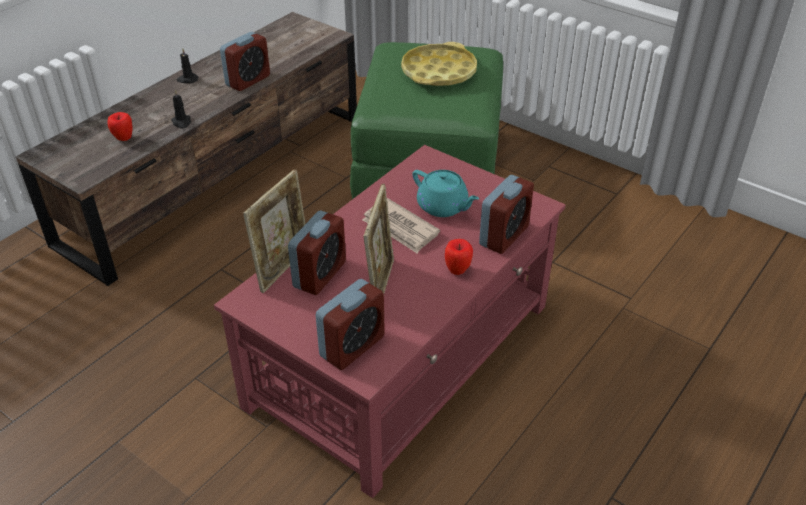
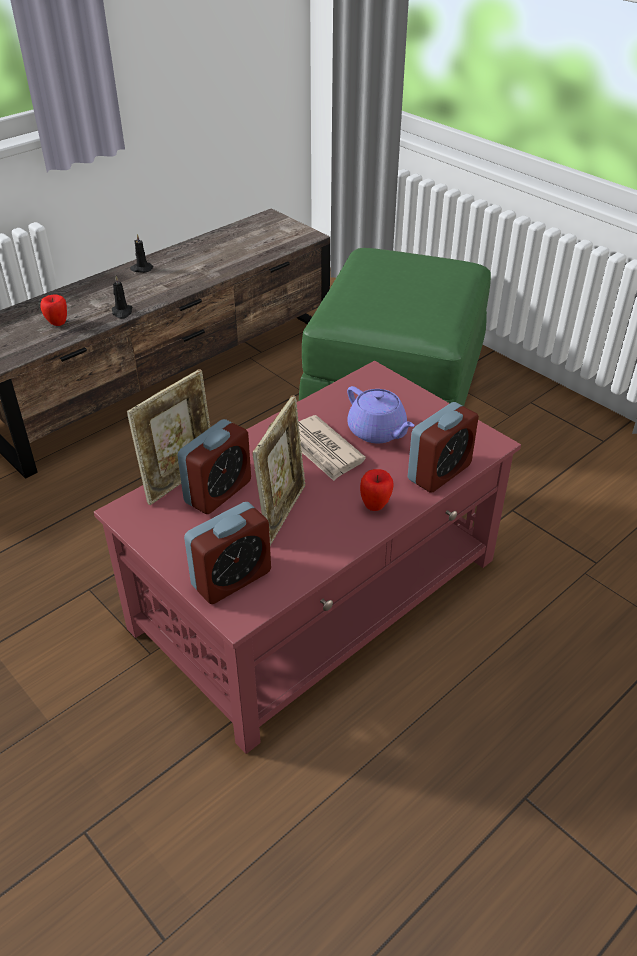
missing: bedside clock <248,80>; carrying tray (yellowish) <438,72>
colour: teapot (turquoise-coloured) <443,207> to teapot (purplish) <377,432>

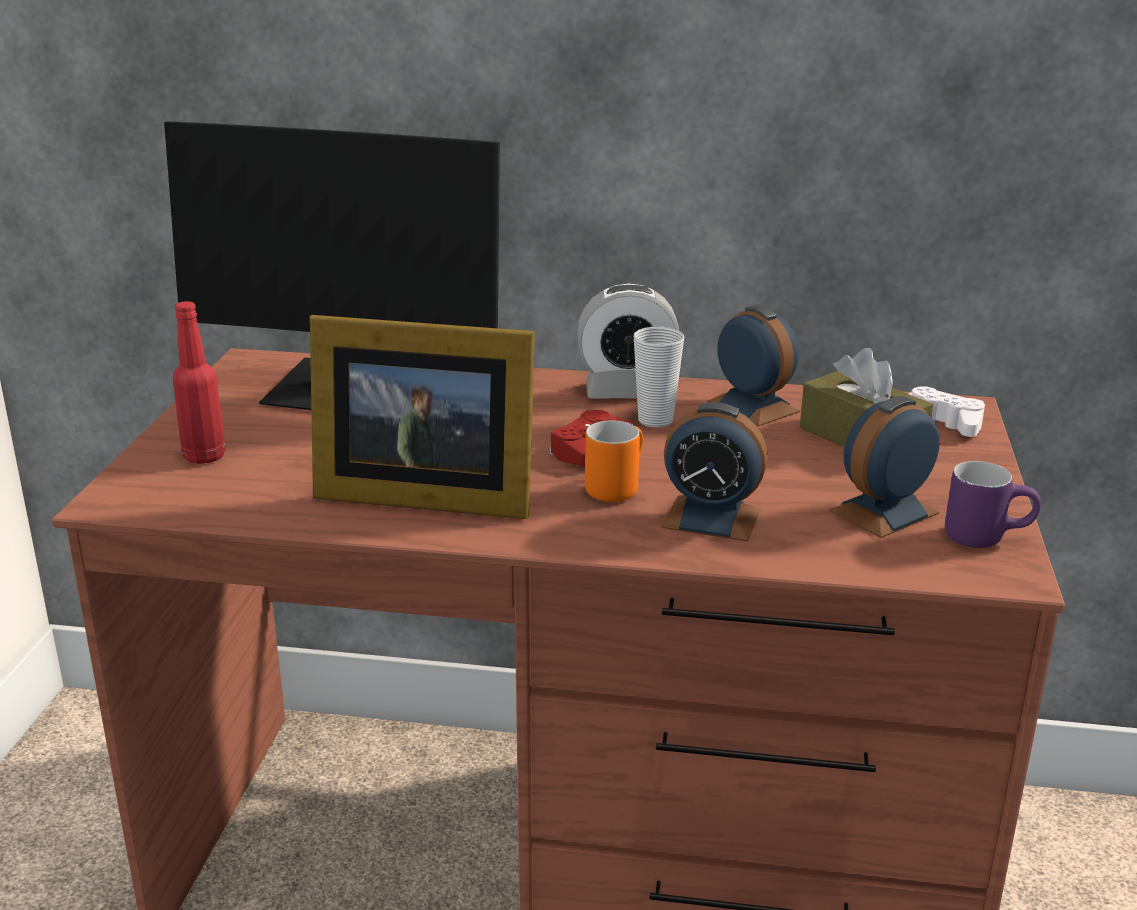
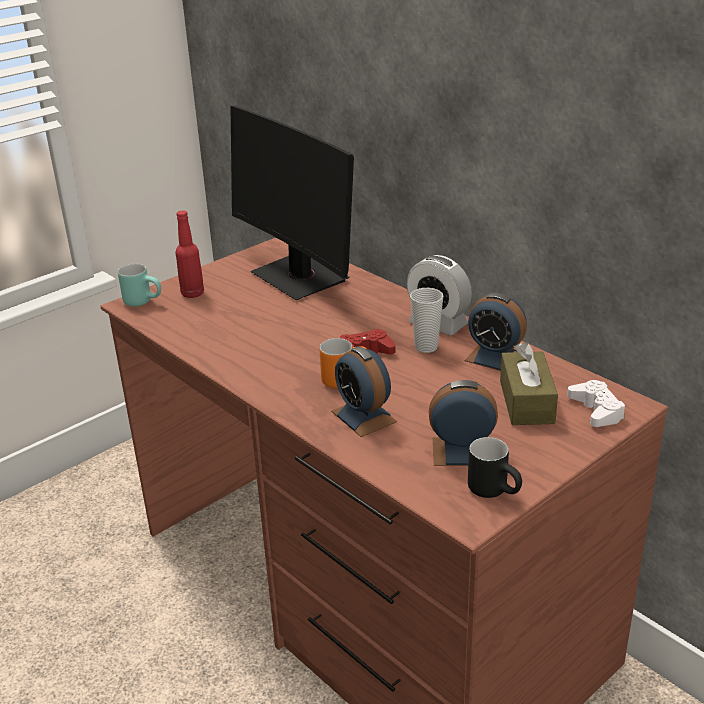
missing: photo frame <420,494>
appeared: tea mug (turquoise-coloured) <144,301>
colour: tea mug (purplish) <986,536> to tea mug (black-coloured) <496,491>
spun: bedside clock <753,406> = <495,358> 120 degrees clockwise

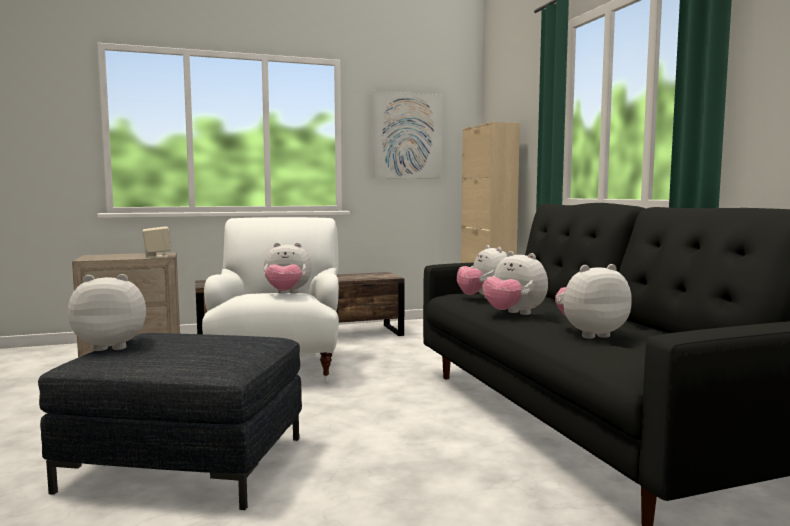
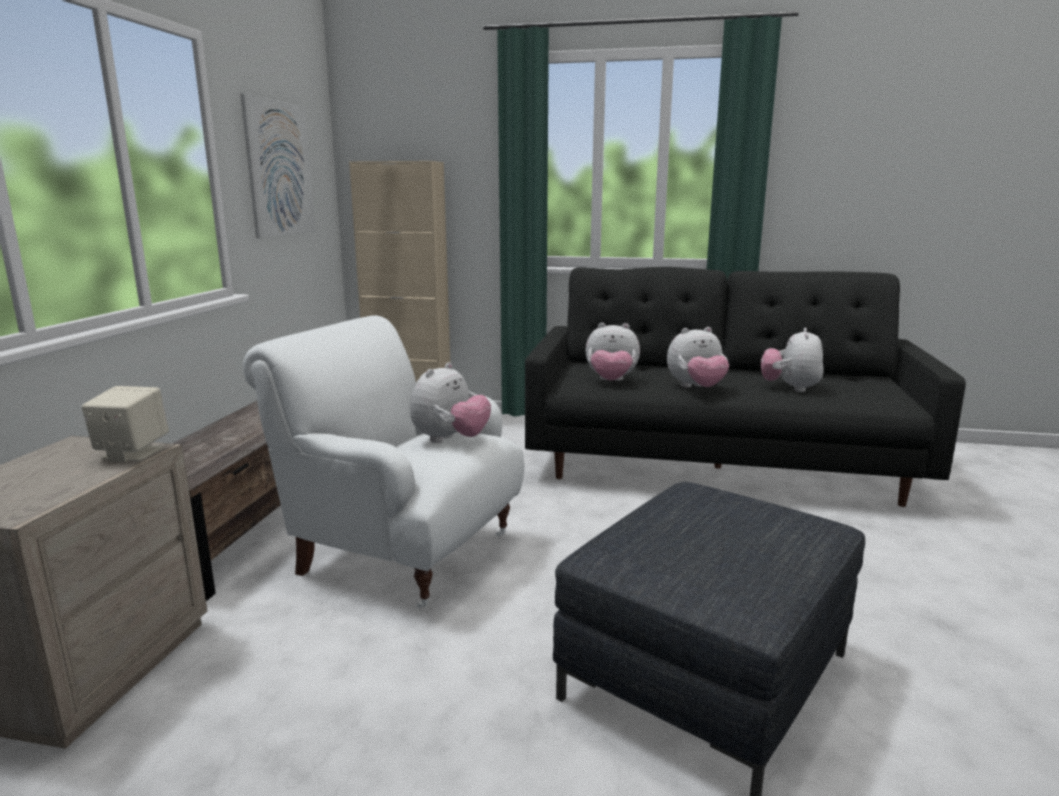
missing: cuddly toy <112,346>

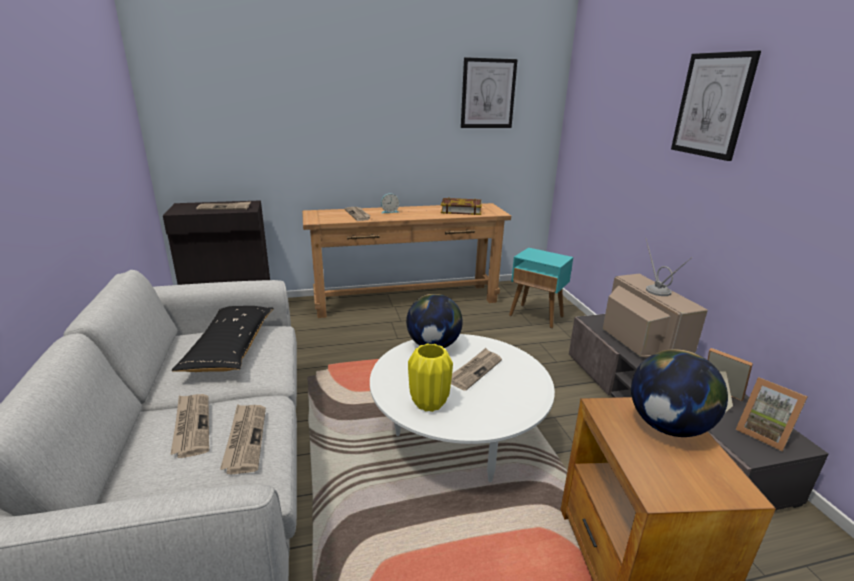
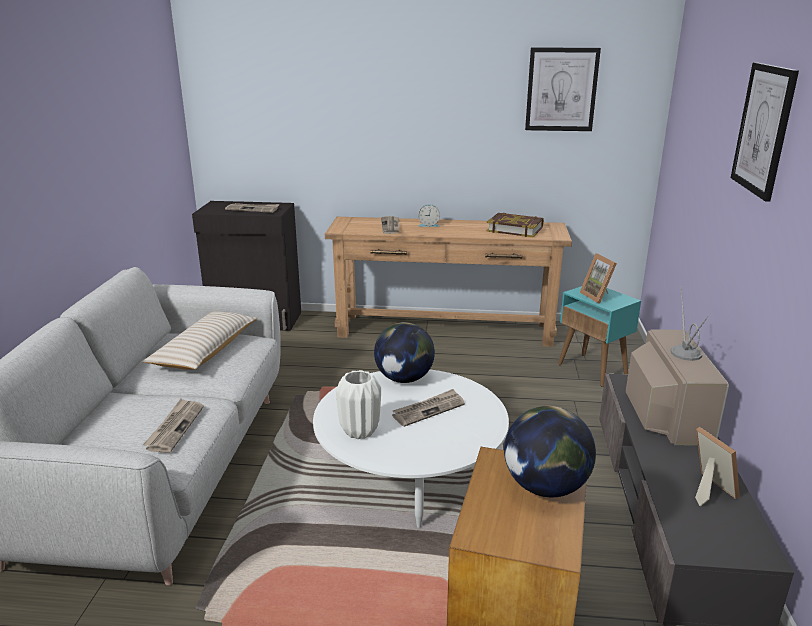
missing: daily paper <191,426>
relocated: photo frame <763,433> to <598,296>
colour: cushion (black-coloured) <230,348> to cushion (beige) <205,351>; decorative vase (yellowish) <428,403> to decorative vase (white-coloured) <359,431>

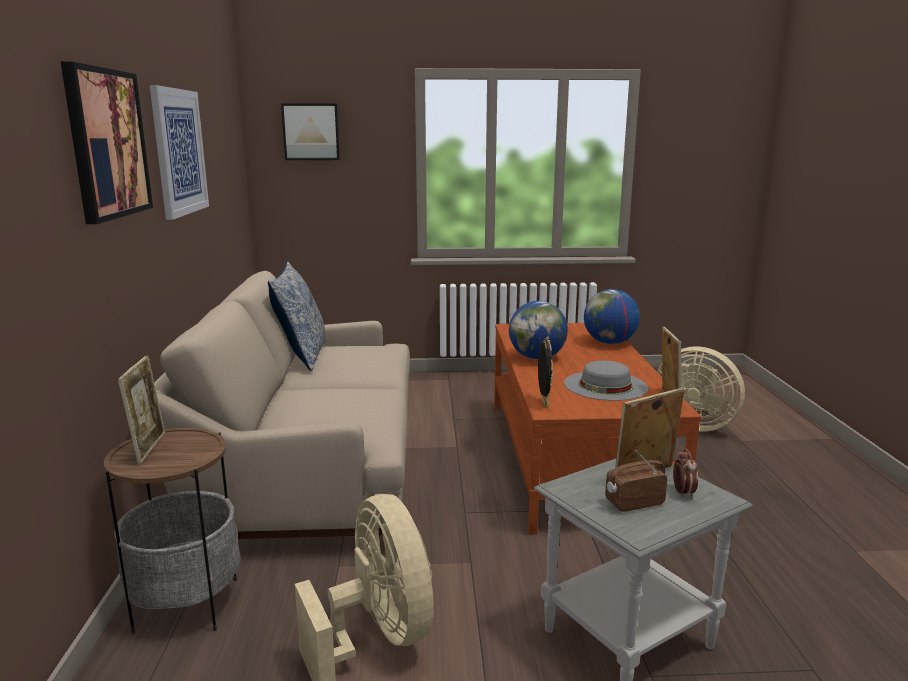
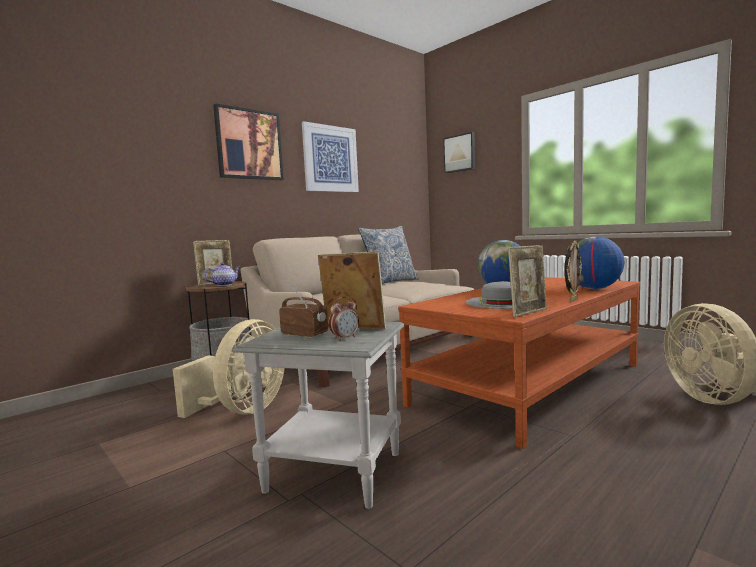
appeared: teapot <224,284>
relocated: photo frame <543,403> to <572,300>

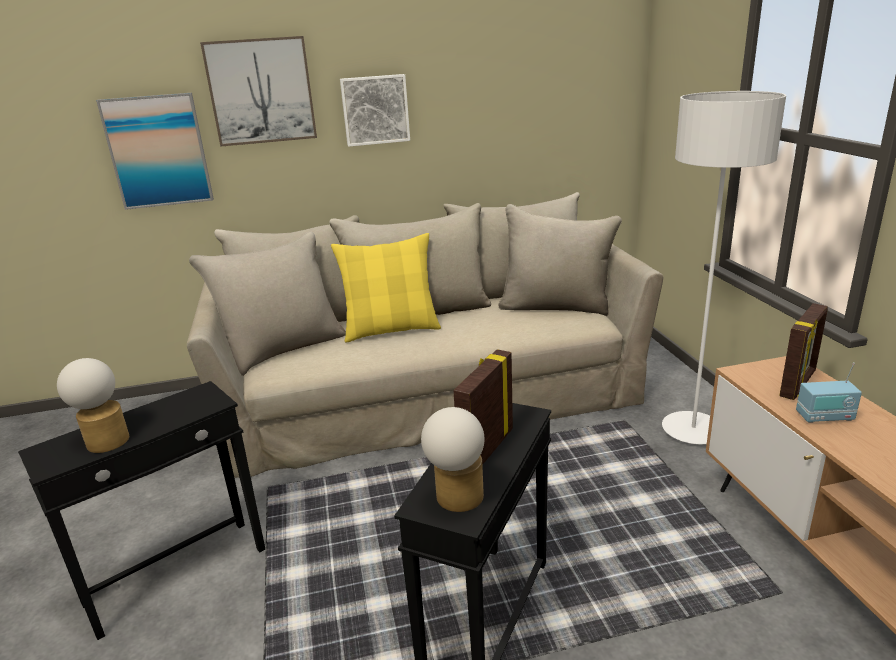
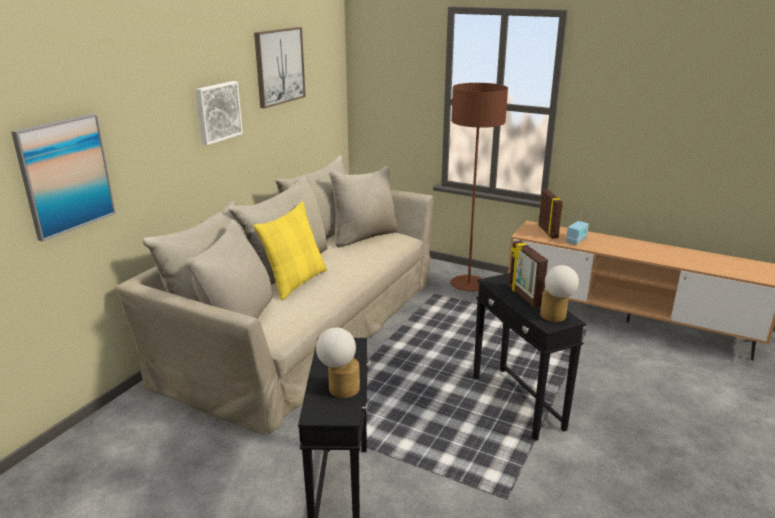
relocated: wall art <261,91> to <279,66>
colour: floor lamp (white-coloured) <693,430> to floor lamp (brown) <468,285>

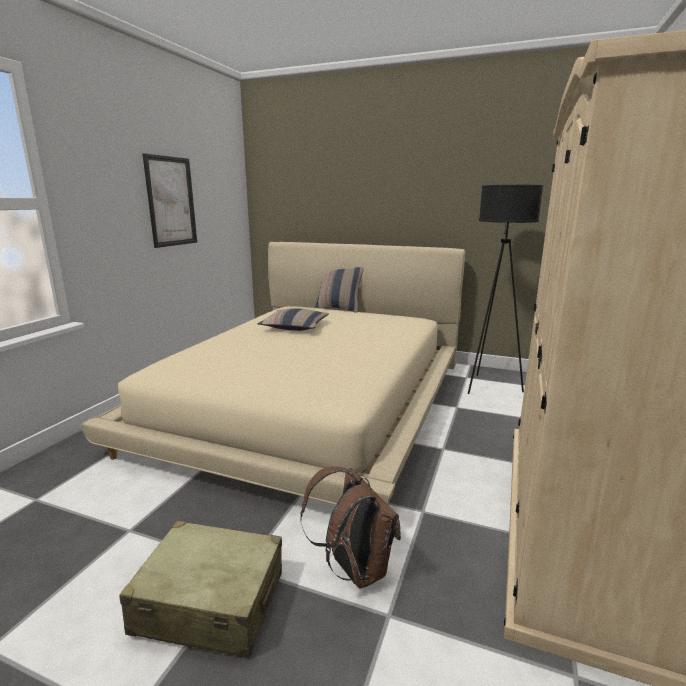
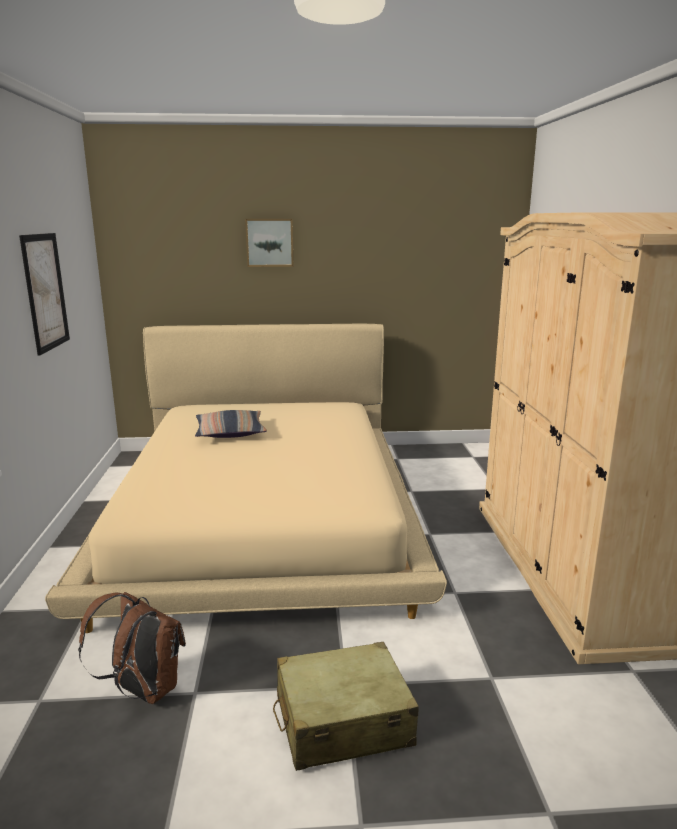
missing: cushion <339,308>; floor lamp (black-coloured) <490,387>
appeared: wall art <269,242>
relocated: rucksack (brown) <353,569> to <143,690>

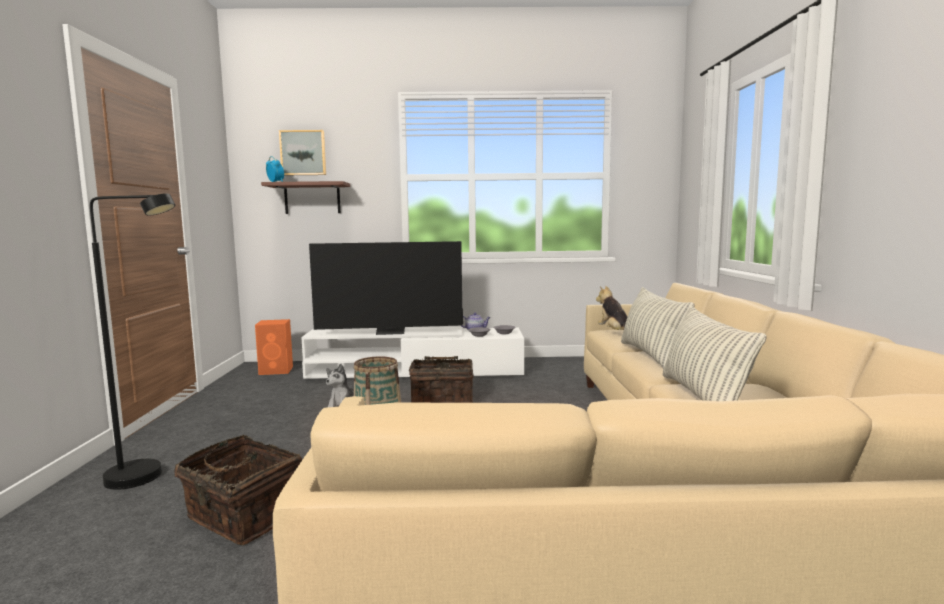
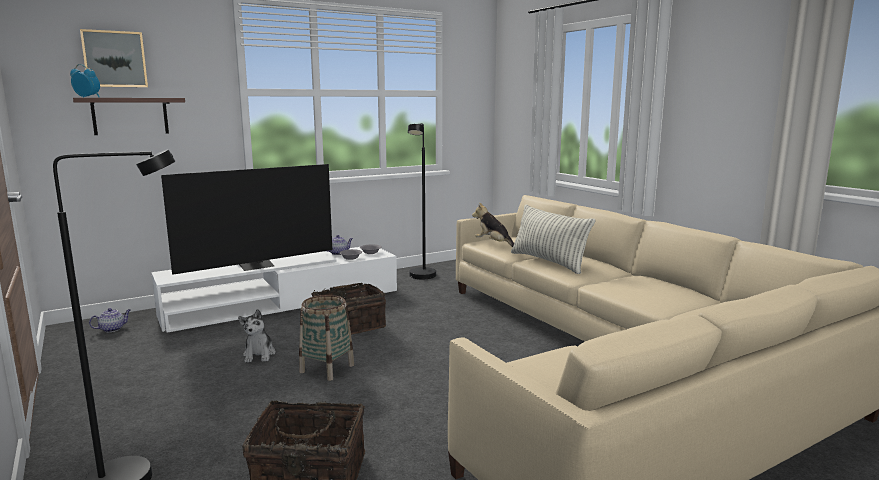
missing: cushion <702,398>
appeared: floor lamp (black-coloured) <421,277>
exchanged: loudspeaker (orange) <277,370> to teapot <112,329>

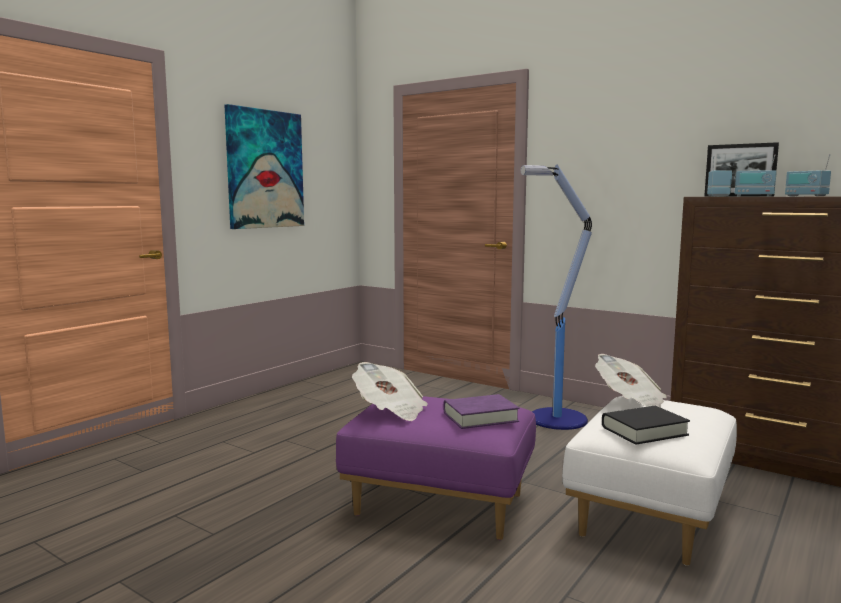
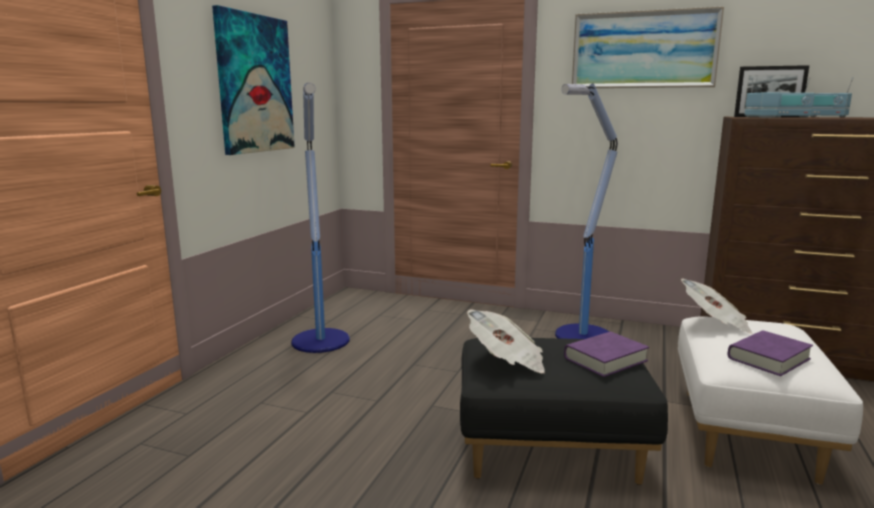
appeared: floor lamp <321,342>; wall art <643,50>
colour: ottoman (purplish) <441,504> to ottoman (black-coloured) <551,450>; volume (black-coloured) <644,431> to volume (purplish) <768,358>

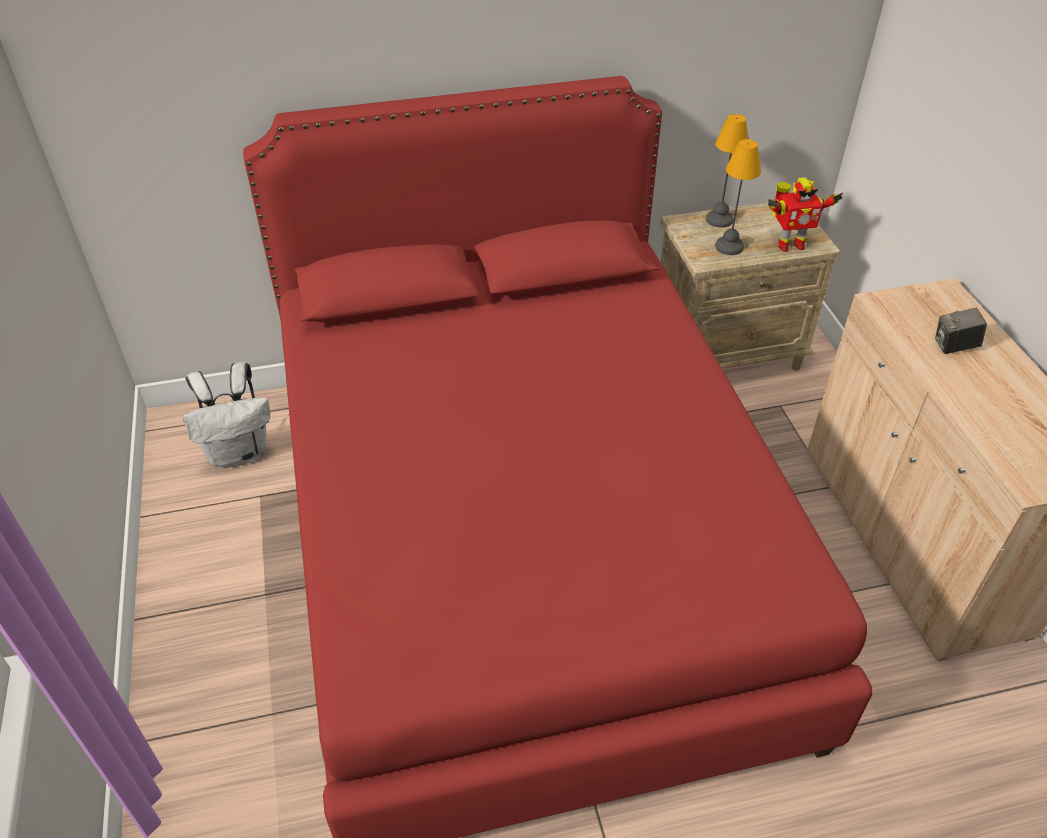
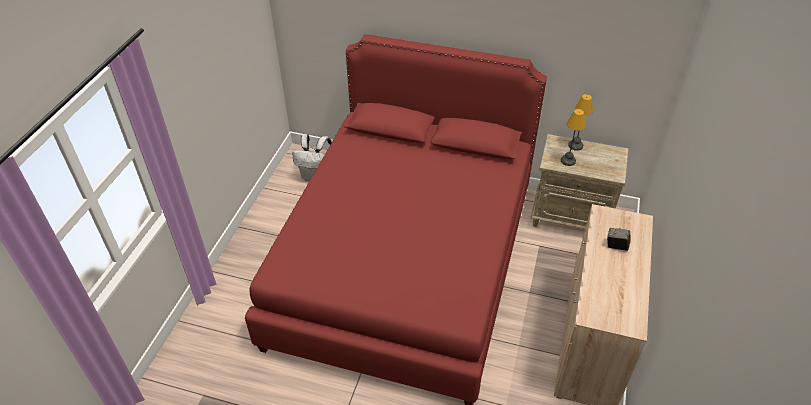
missing: model robot <789,245>

